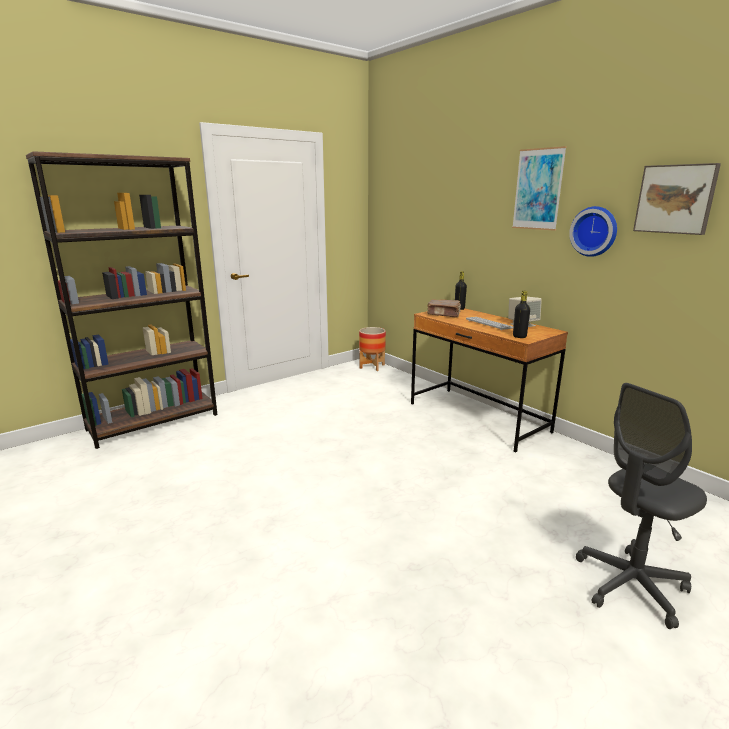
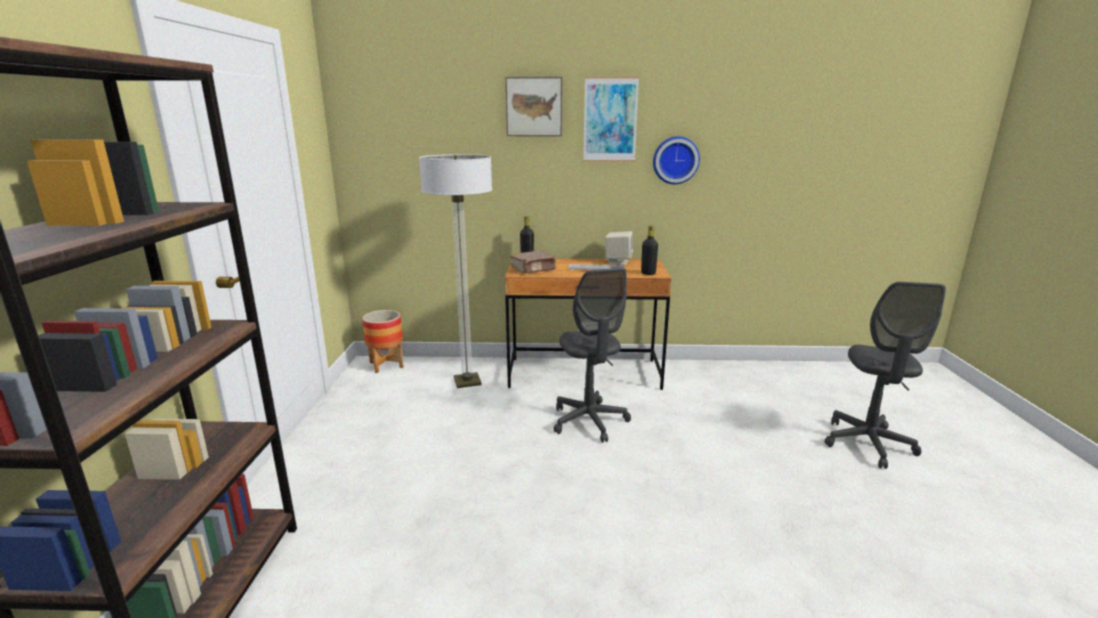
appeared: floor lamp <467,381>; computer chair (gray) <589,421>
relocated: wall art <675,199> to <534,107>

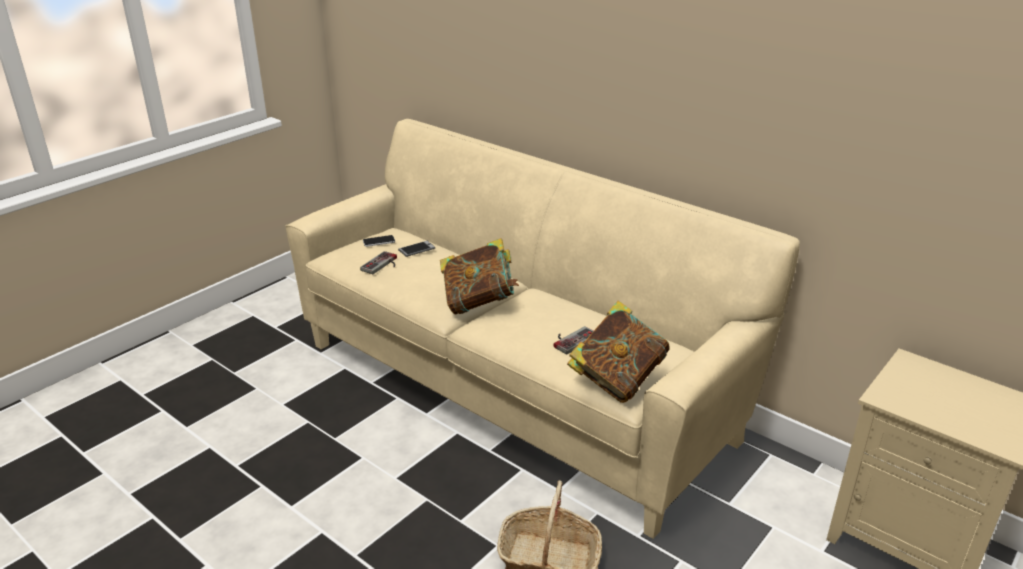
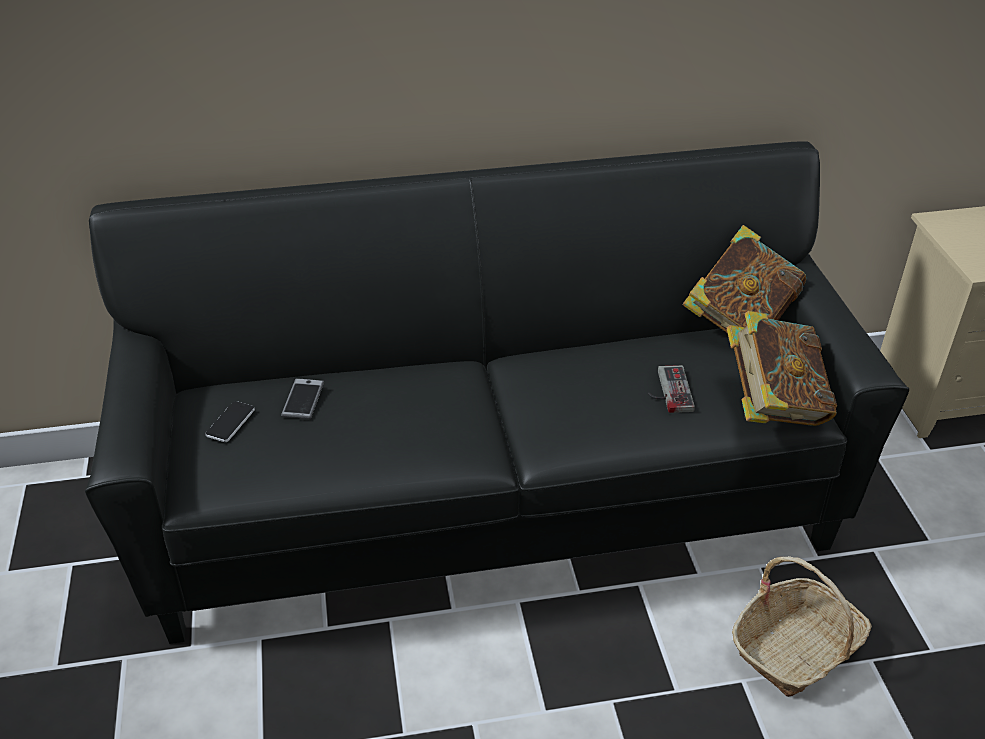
missing: game controller <382,265>
relocated: volume <479,303> to <739,321>
colour: settee (beige) <512,389> to settee (black-coloured) <491,504>

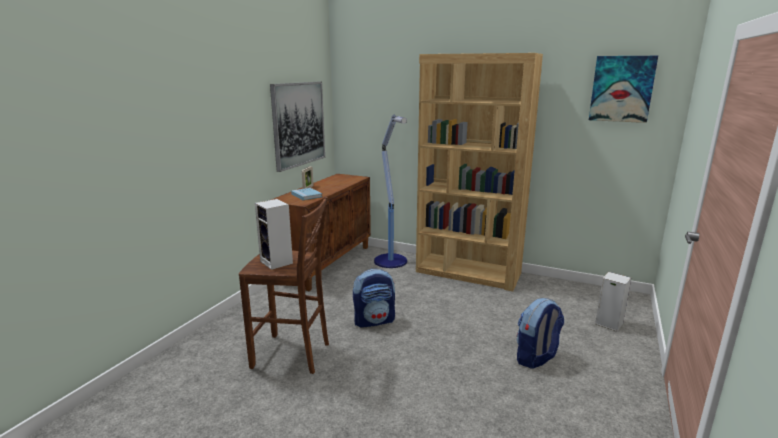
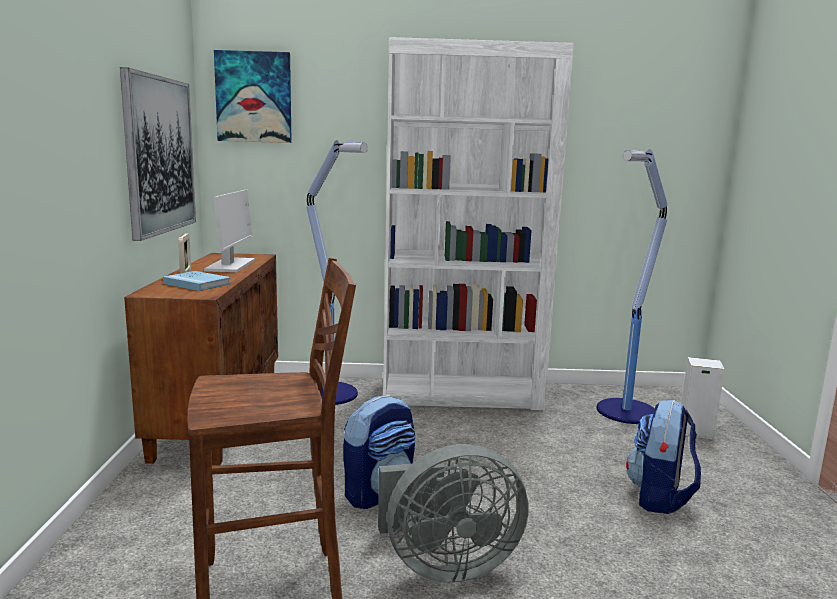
missing: loudspeaker <277,262>
appeared: computer display <231,265>; electric fan (gray) <445,565>; floor lamp <625,412>
relocated: wall art <621,89> to <254,97>
colour: shelving unit (brown) <468,273> to shelving unit (white-coloured) <462,394>

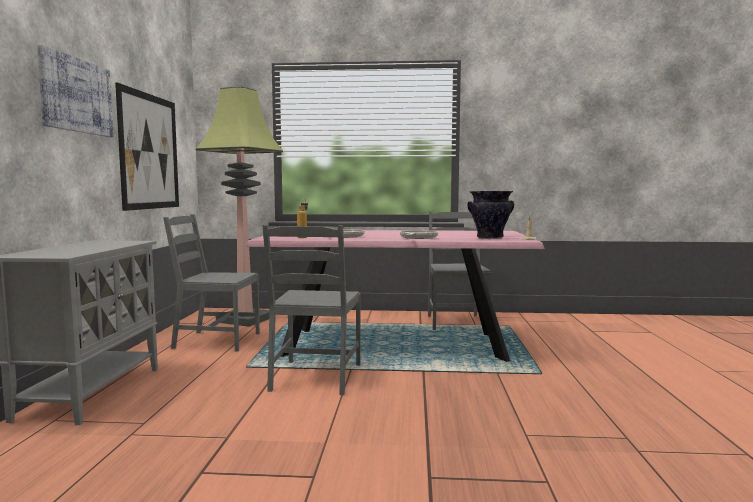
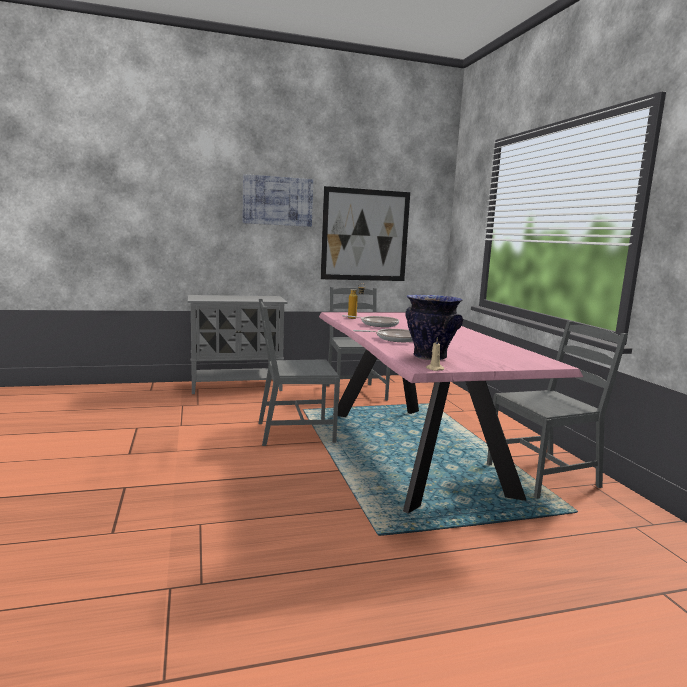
missing: floor lamp <245,319>

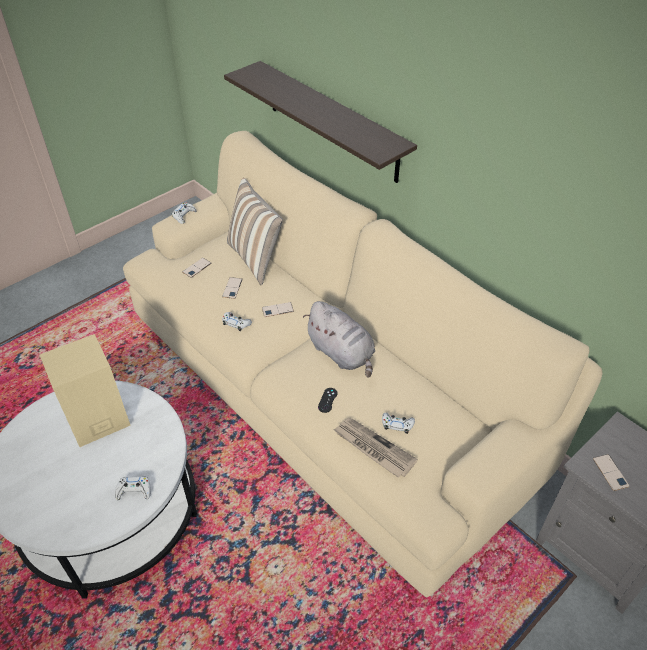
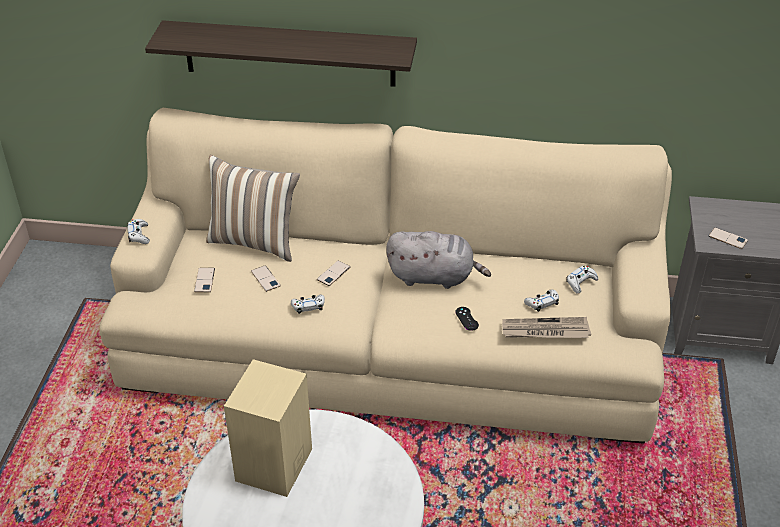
relocated: game controller (white-coloured) <134,491> to <580,282>

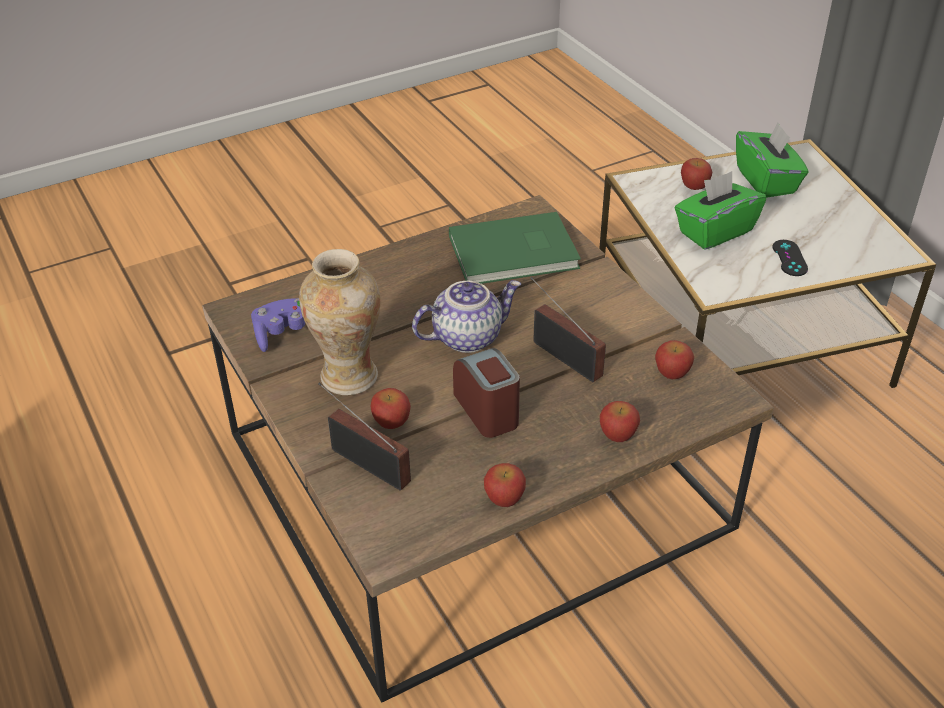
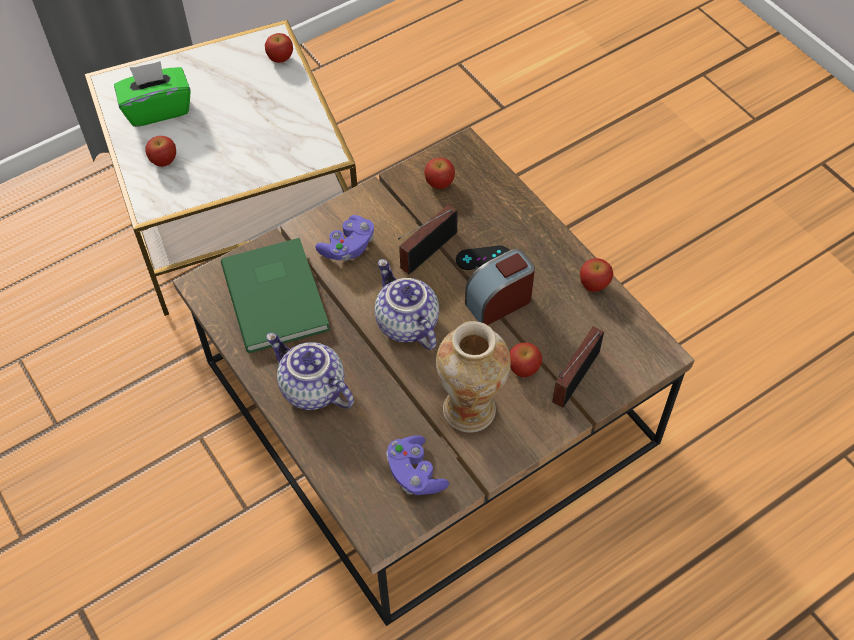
missing: tissue box (green) <715,231>
appeared: teapot <311,389>; game controller (purplish) <348,247>
relocated: whole apple <617,435> to <280,58>; game controller (black-coloured) <789,258> to <483,258>

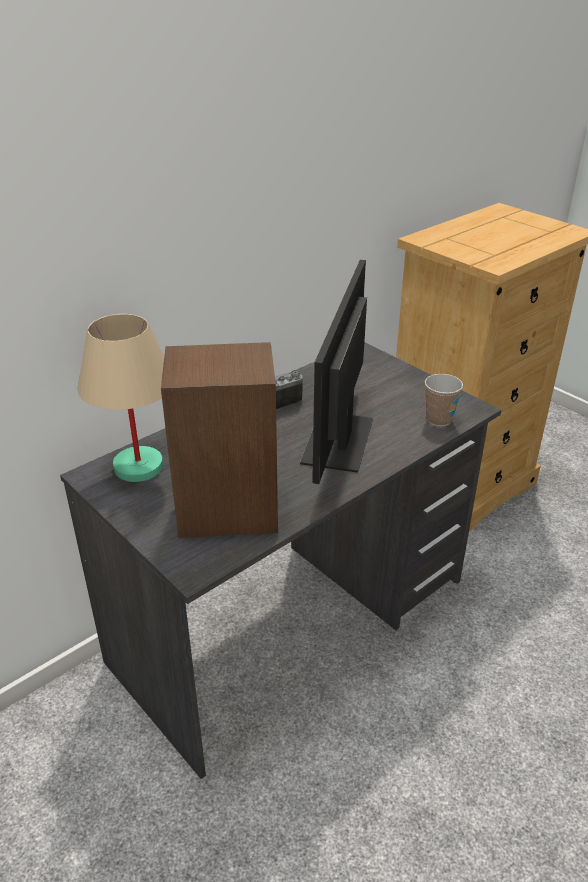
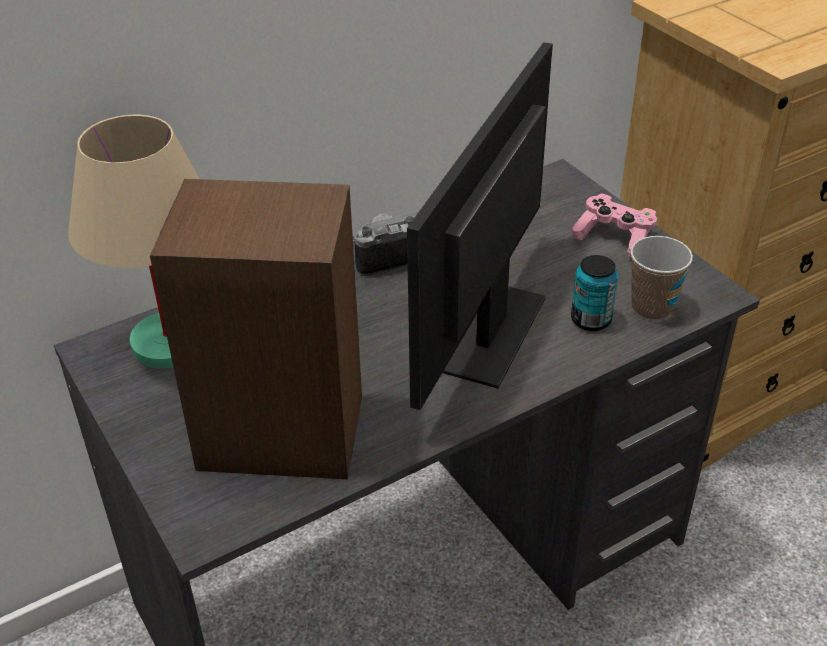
appeared: game controller (pink) <614,237>; metal can <591,320>

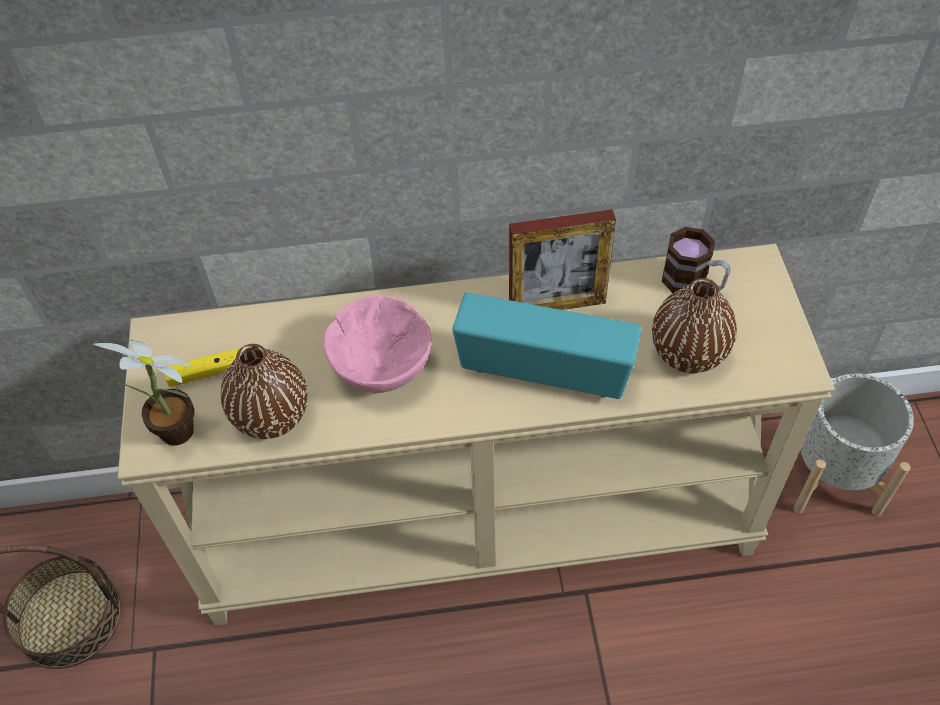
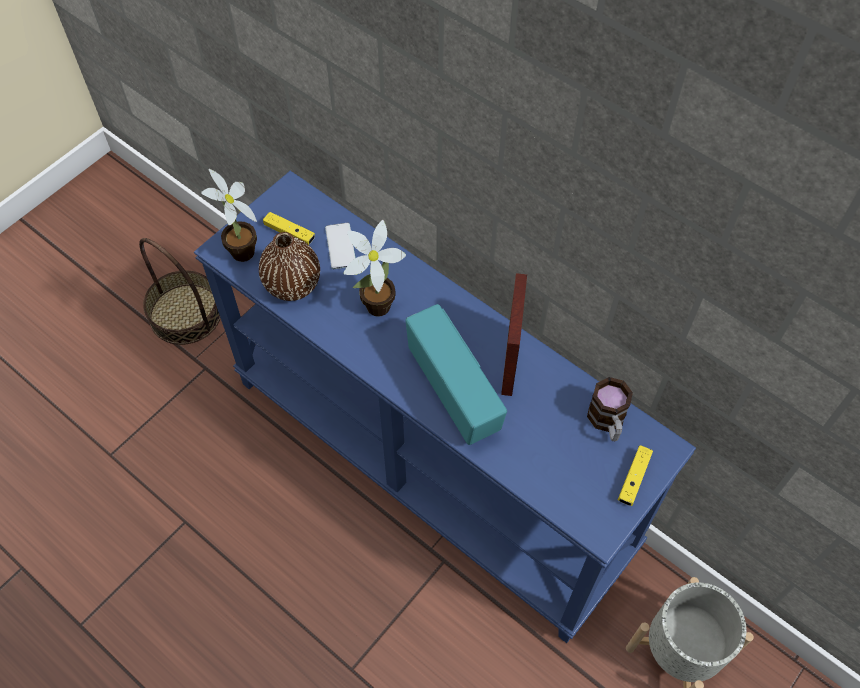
missing: decorative vase (brown) <688,353>
appeared: handset <340,246>; game controller (yellowish) <634,479>
exchanged: bowl (pink) <380,367> to potted plant <374,308>
colour: narrow table (beige) <479,521> to narrow table (blue-coloured) <432,463>
spun: photo frame <557,305> = <510,361> 120 degrees counterclockwise

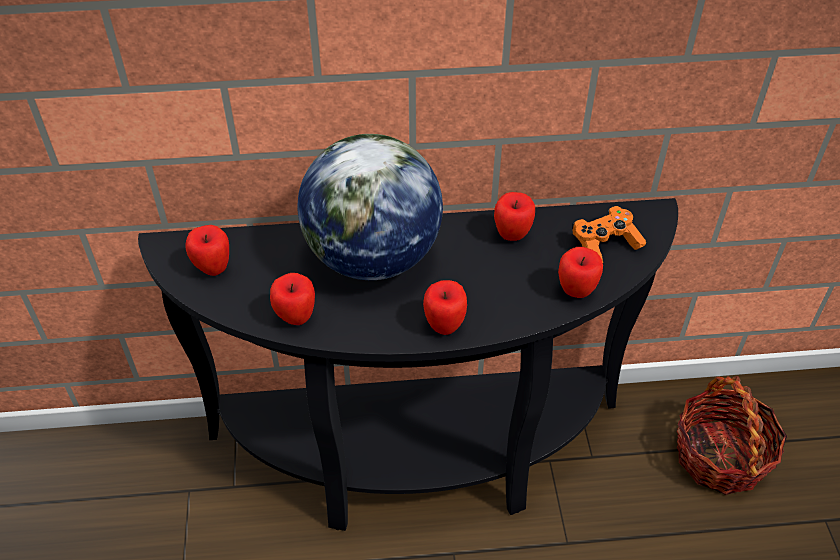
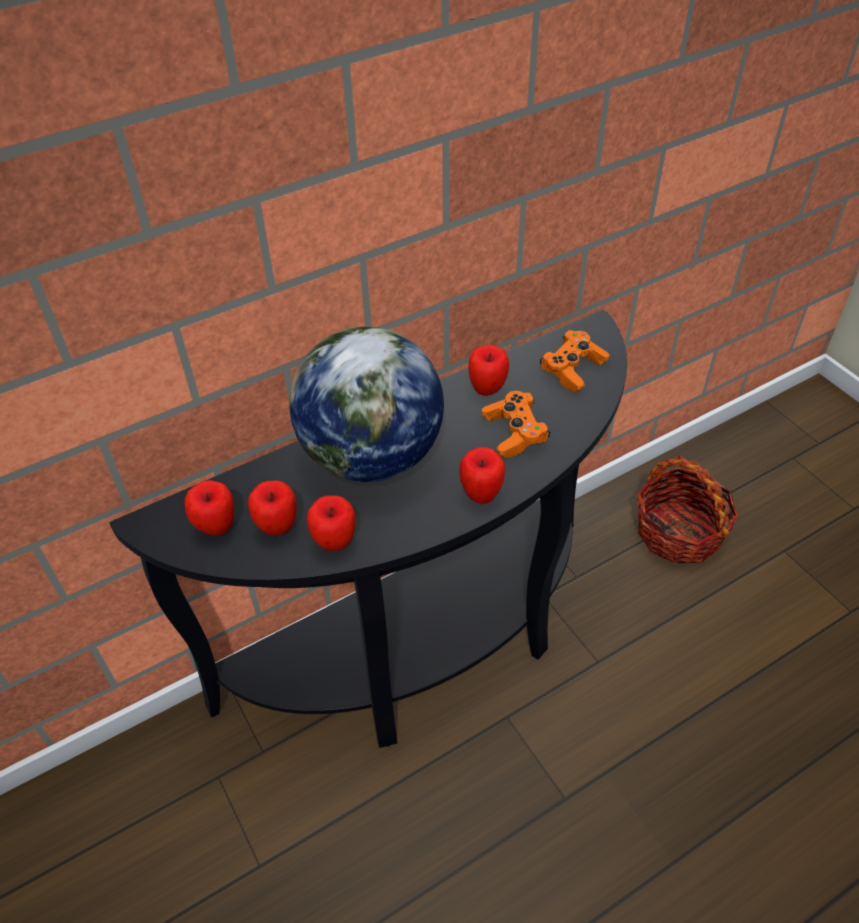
appeared: game controller (orange) <514,433>
relocated: whole apple <576,292> to <277,528>

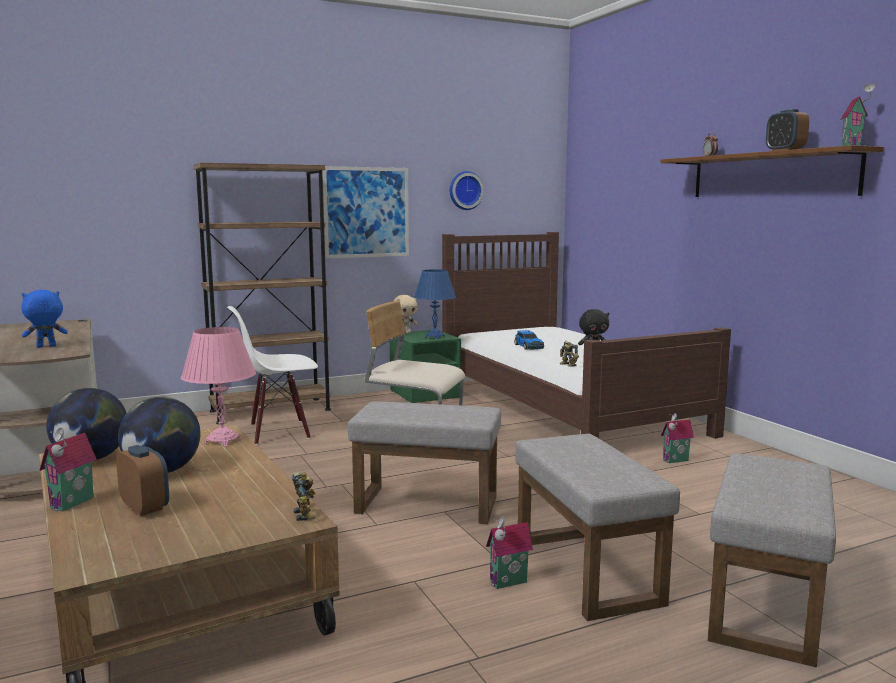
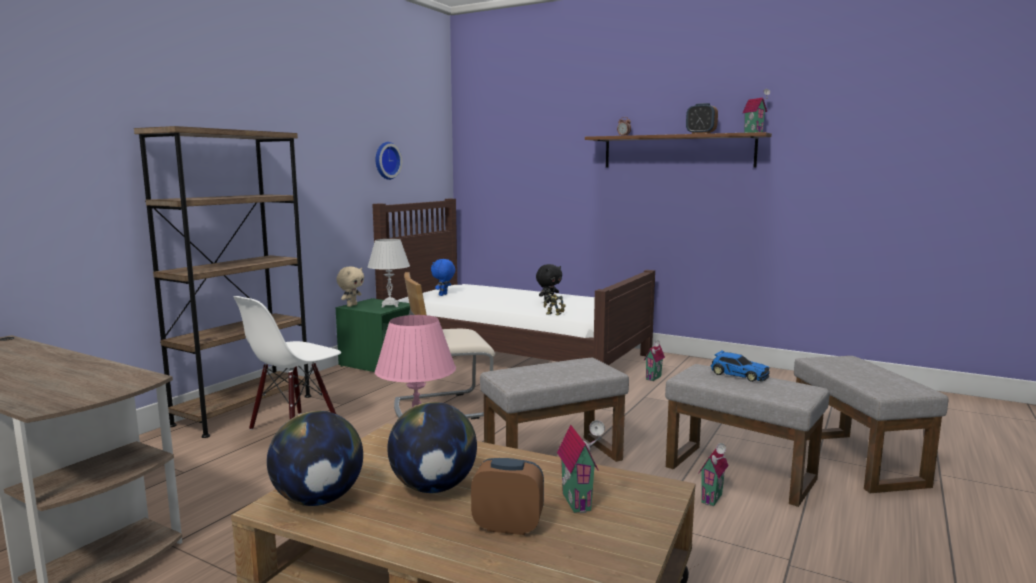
missing: model robot <306,514>; wall art <366,212>
relocated: cuddly toy (blue-coloured) <46,347> to <443,295>; model house <74,504> to <579,501>; toy car <529,346> to <738,375>
colour: tabletop lamp (blue-coloured) <435,337> to tabletop lamp (white-coloured) <390,305>

